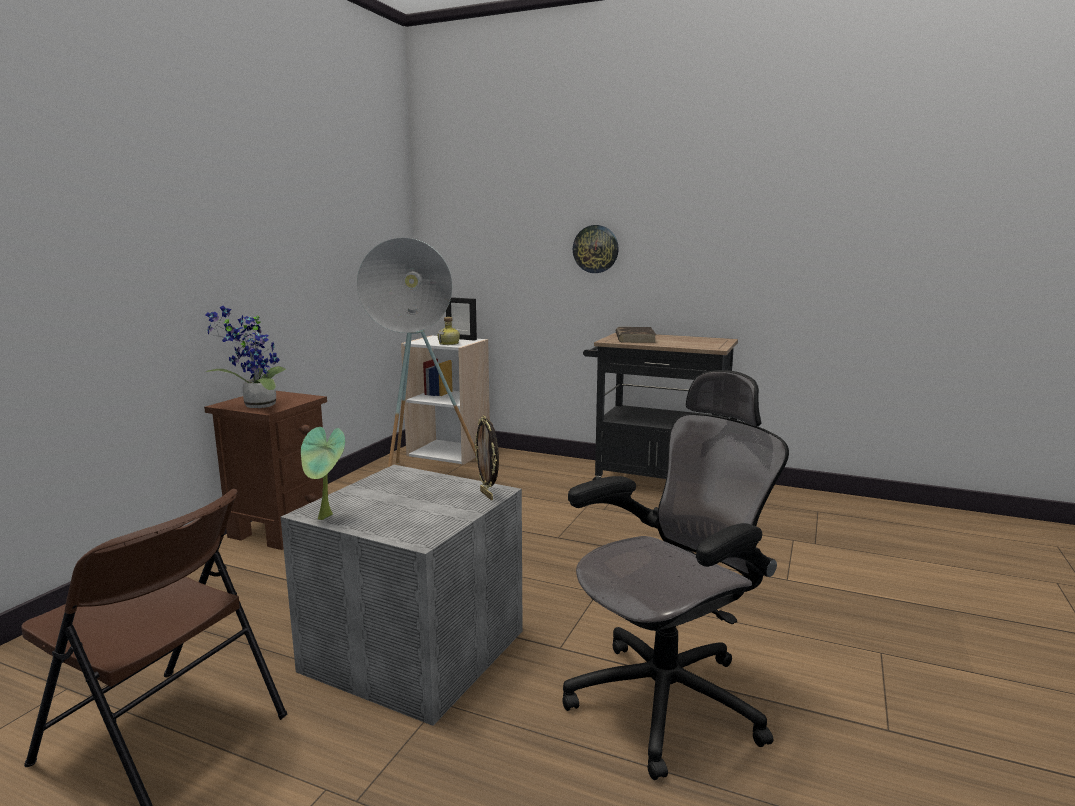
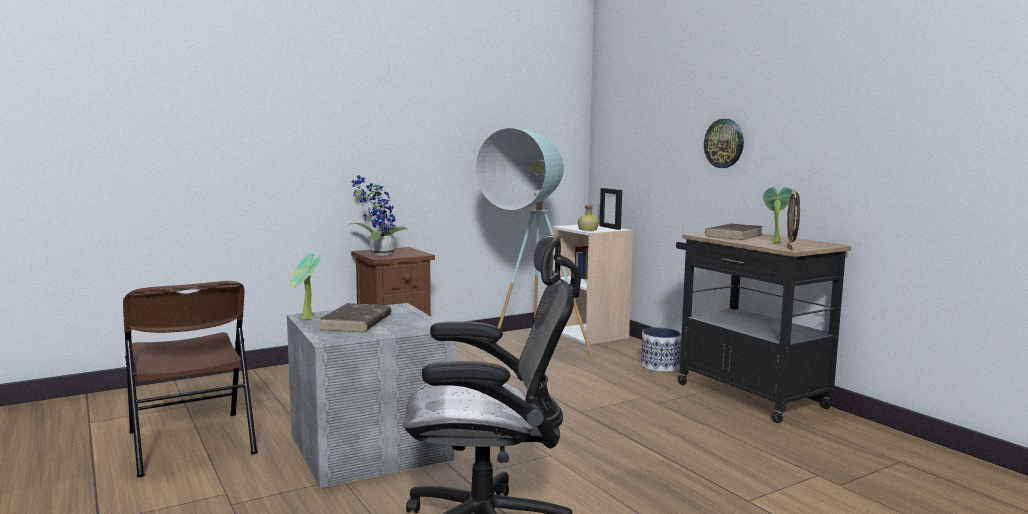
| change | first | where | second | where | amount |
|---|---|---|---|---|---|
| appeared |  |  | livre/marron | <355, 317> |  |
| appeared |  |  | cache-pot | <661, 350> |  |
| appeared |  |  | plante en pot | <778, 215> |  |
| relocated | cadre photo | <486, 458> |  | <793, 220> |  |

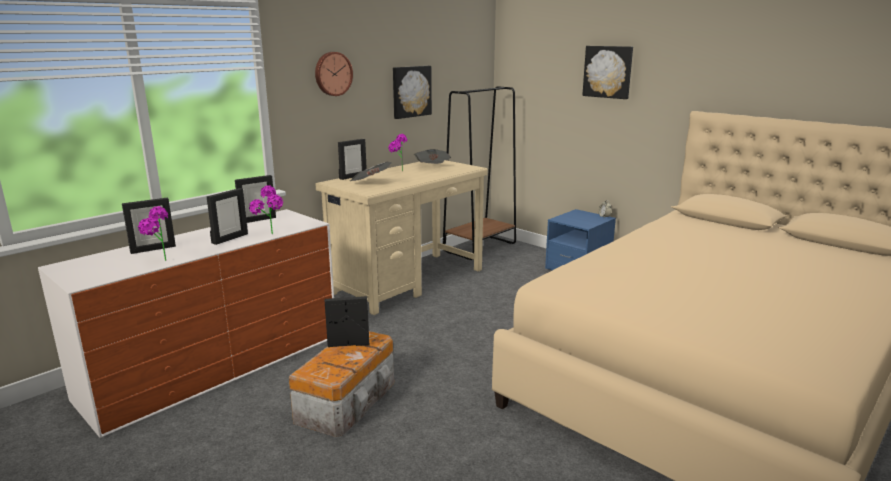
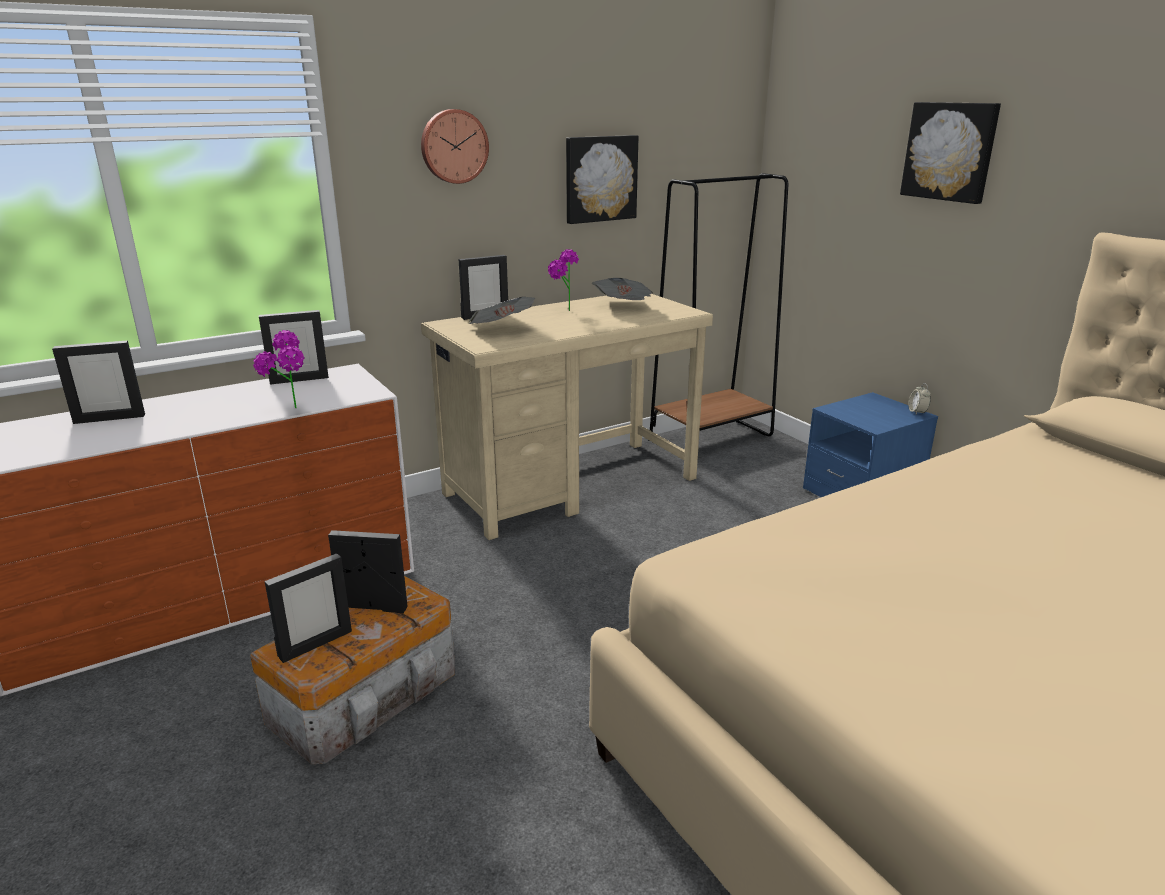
| change | first | where | second | where | amount |
|---|---|---|---|---|---|
| missing | plante en pot | <153, 233> |  |  |  |
| relocated | cadre photo | <227, 216> |  | <308, 608> |  |

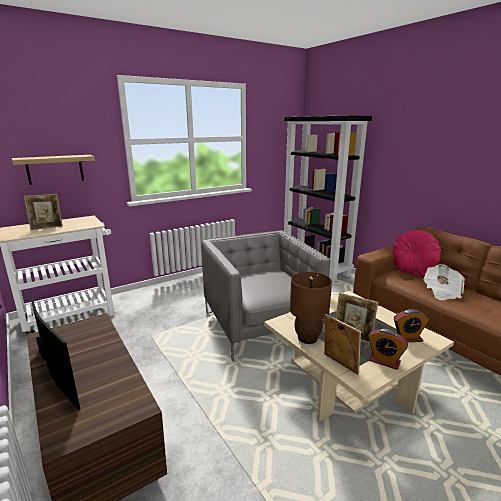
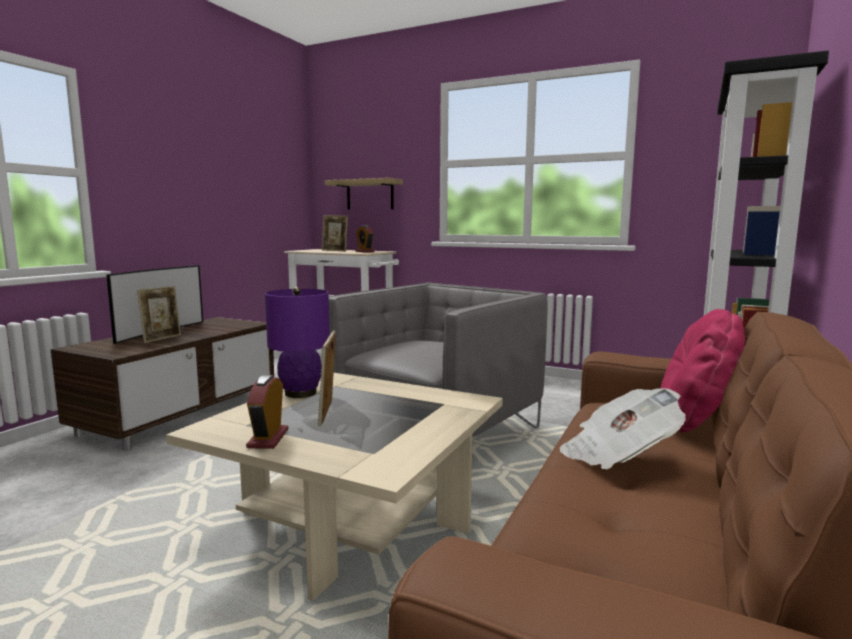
| change | first | where | second | where | amount |
|---|---|---|---|---|---|
| relocated | cadre photo | <342, 344> |  | <159, 314> |  |
| relocated | réveil | <411, 325> |  | <365, 239> |  |
| colour | lampe de table/marron | <311, 308> | lampe de table/violet | <297, 342> |  |

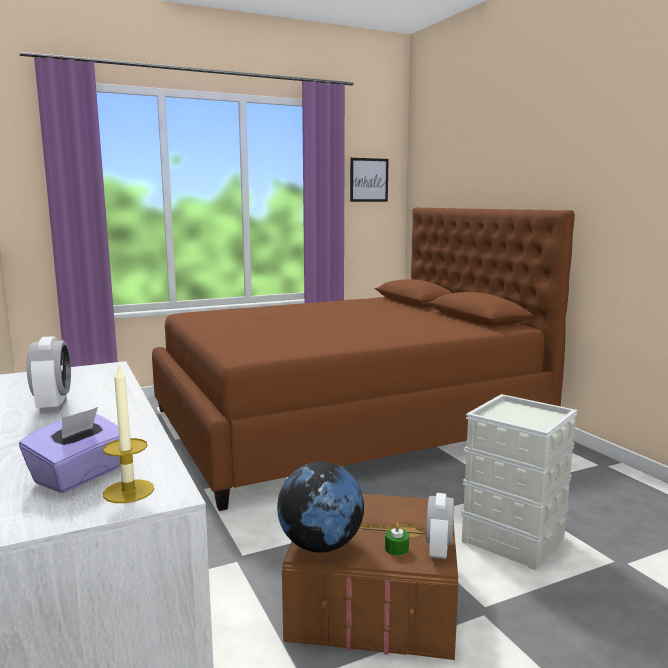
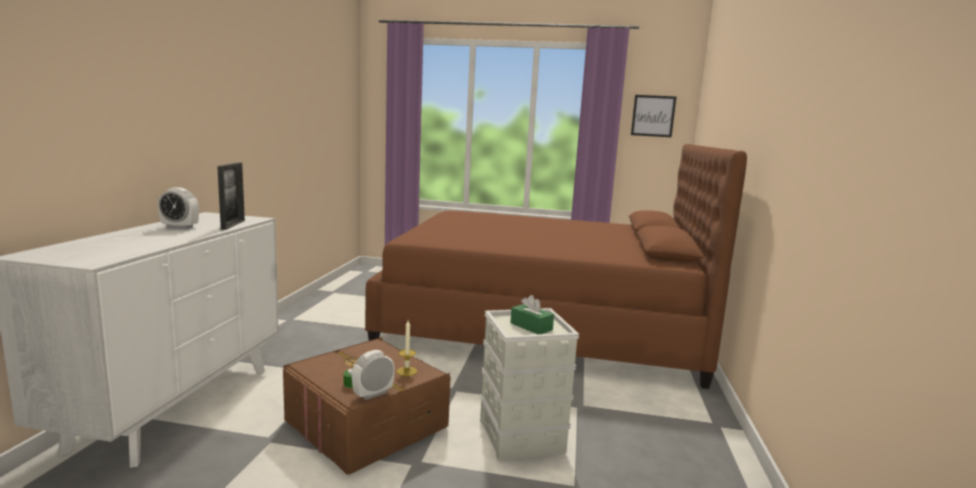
| change | first | where | second | where | amount |
|---|---|---|---|---|---|
| missing | boîte à mouchoirs/violet | <69, 450> |  |  |  |
| missing | globe | <320, 507> |  |  |  |
| appeared |  |  | cadre photo | <231, 196> |  |
| appeared |  |  | boîte à mouchoirs/vert | <532, 314> |  |
| relocated | bougie | <128, 434> |  | <407, 348> |  |
| spun | réveil | <49, 374> |  | <178, 208> | 75 degrees clockwise |

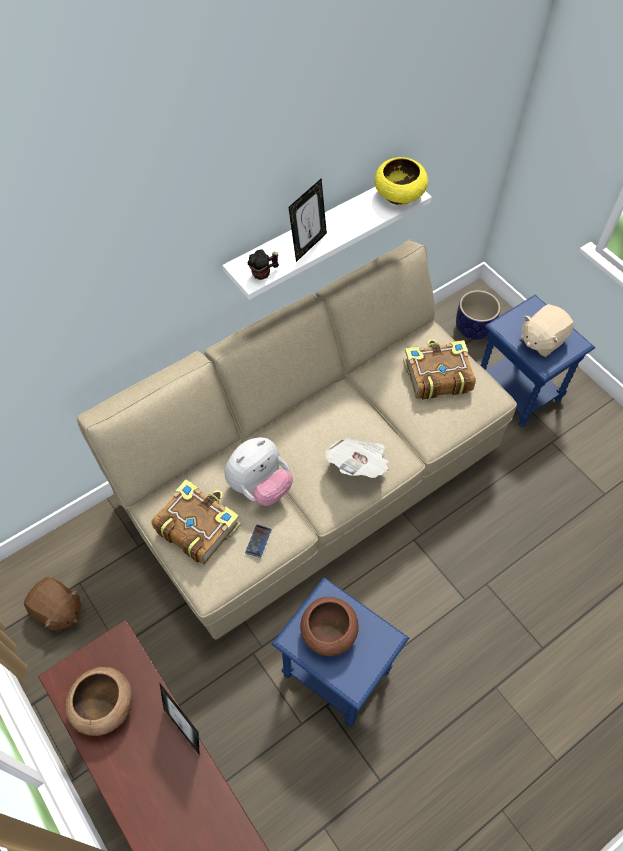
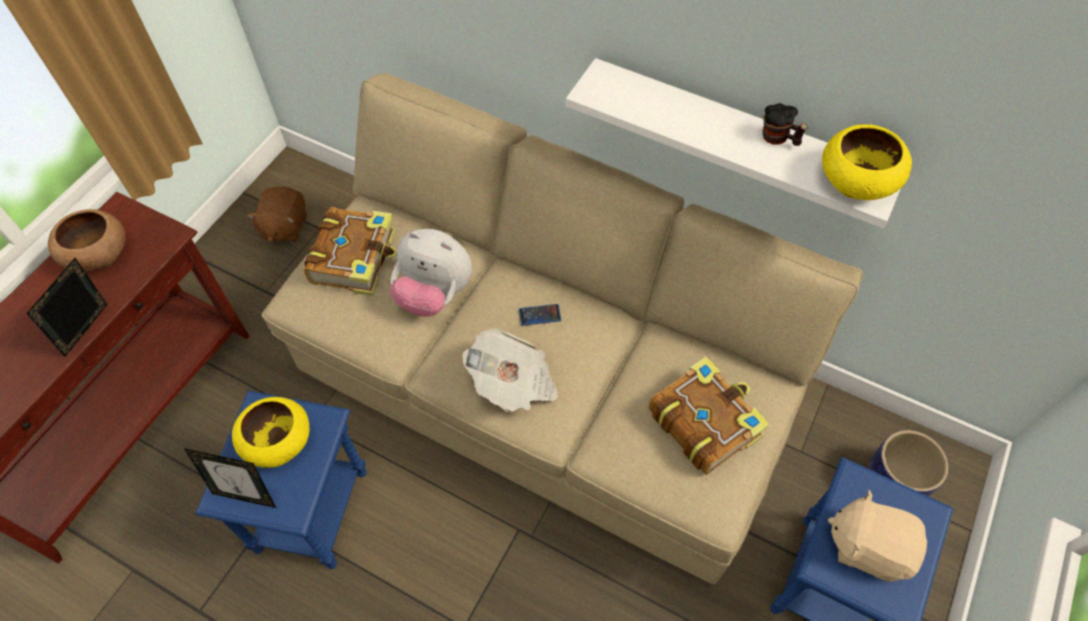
| change | first | where | second | where | amount |
|---|---|---|---|---|---|
| relocated | téléphone | <258, 541> |  | <540, 315> |  |
| relocated | mug | <263, 264> |  | <785, 124> |  |
| relocated | cadre photo | <307, 220> |  | <230, 478> |  |
| colour | bol/marron | <329, 626> | bol/jaune | <270, 432> |  |

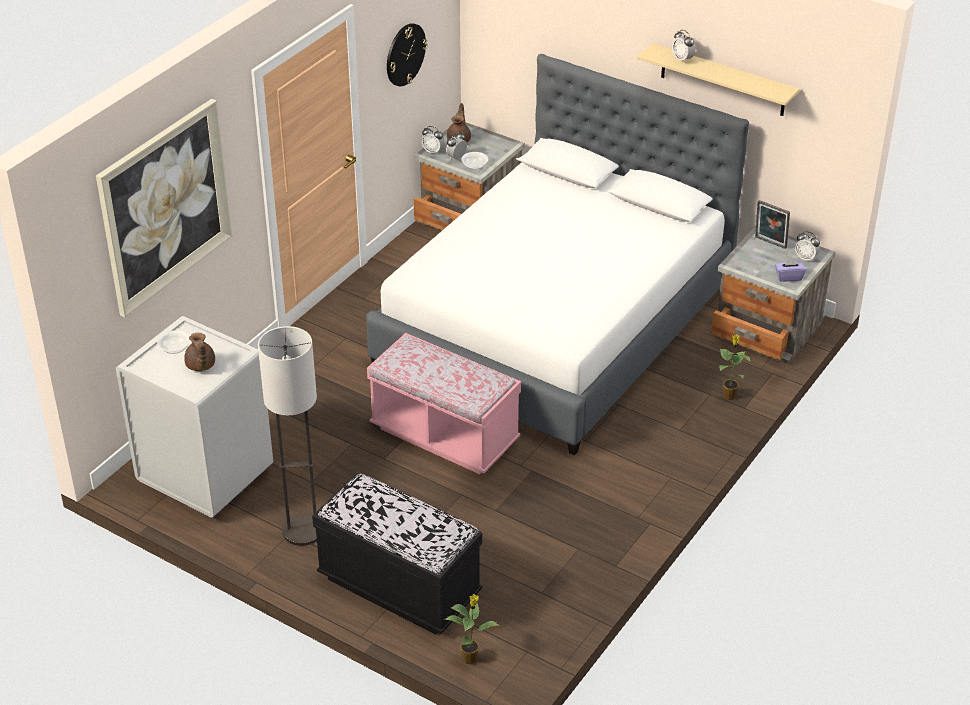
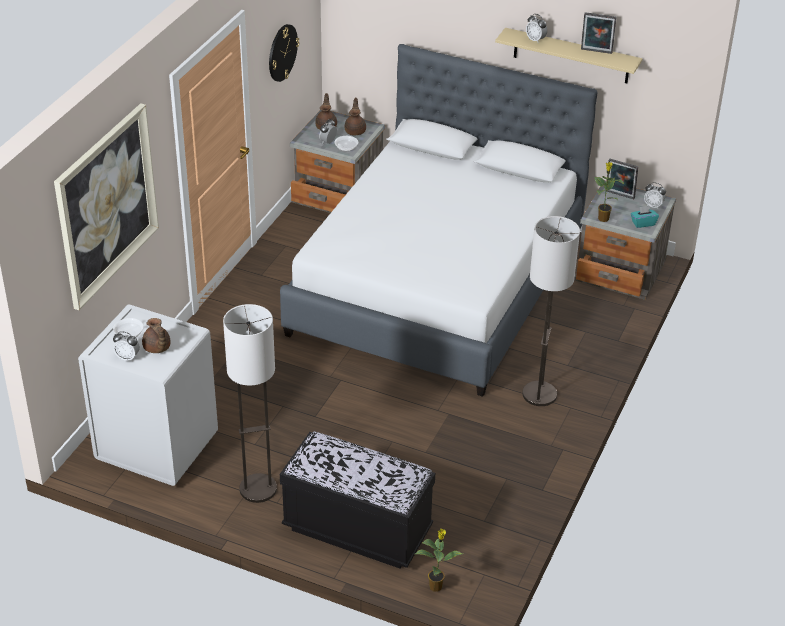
| change | first | where | second | where | amount |
|---|---|---|---|---|---|
| missing | banc/rose | <444, 403> |  |  |  |
| appeared |  |  | théière/marron | <355, 116> |  |
| appeared |  |  | lampadaire | <551, 311> |  |
| appeared |  |  | cadre photo | <598, 33> |  |
| relocated | réveil | <433, 140> |  | <126, 347> |  |
| relocated | plante en pot | <735, 367> |  | <609, 192> |  |
| colour | boîte à mouchoirs/violet | <790, 270> | boîte à mouchoirs/turquoise | <645, 217> |  |

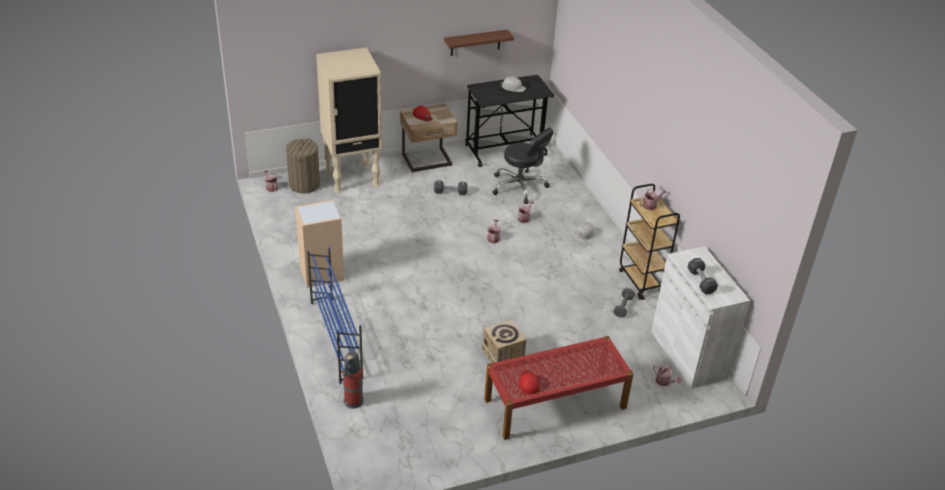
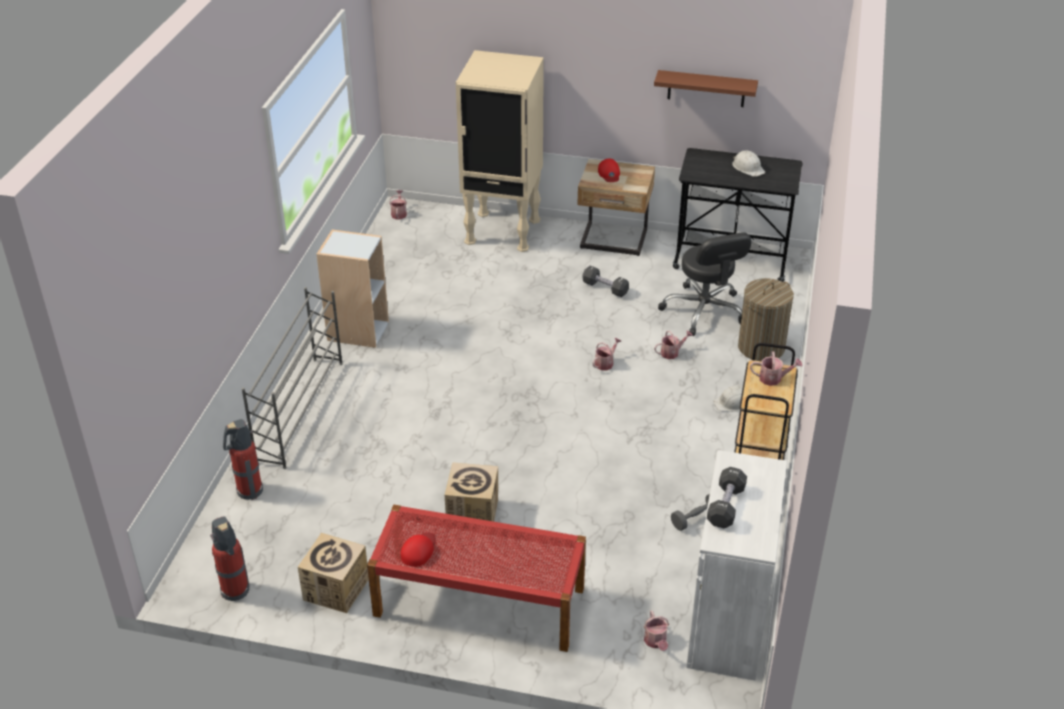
| change | first | where | second | where | amount |
|---|---|---|---|---|---|
| appeared |  |  | extincteur | <230, 559> |  |
| appeared |  |  | carton | <333, 573> |  |
| relocated | panier à linge | <303, 166> |  | <766, 319> |  |
| colour | étagère à chaussures/bleu | <335, 315> | étagère à chaussures/gris | <292, 378> |  |

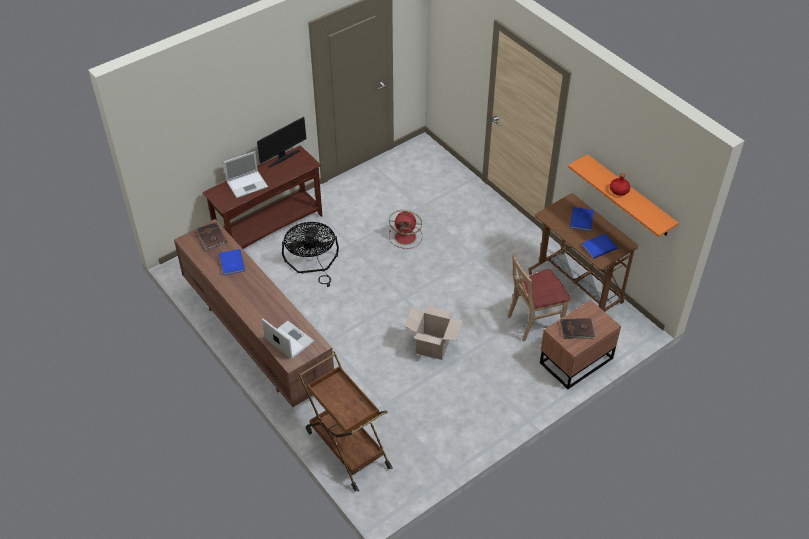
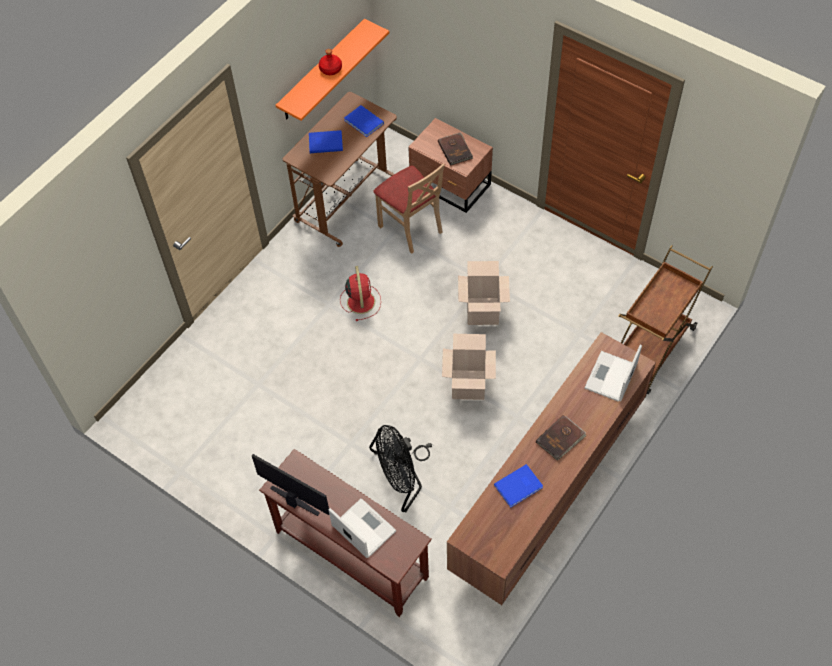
| change | first | where | second | where | amount |
|---|---|---|---|---|---|
| appeared |  |  | carton | <469, 367> |  |
| relocated | livre/marron | <211, 236> |  | <561, 438> |  |
| relocated | ventilateur/rouge | <405, 229> |  | <360, 293> |  |

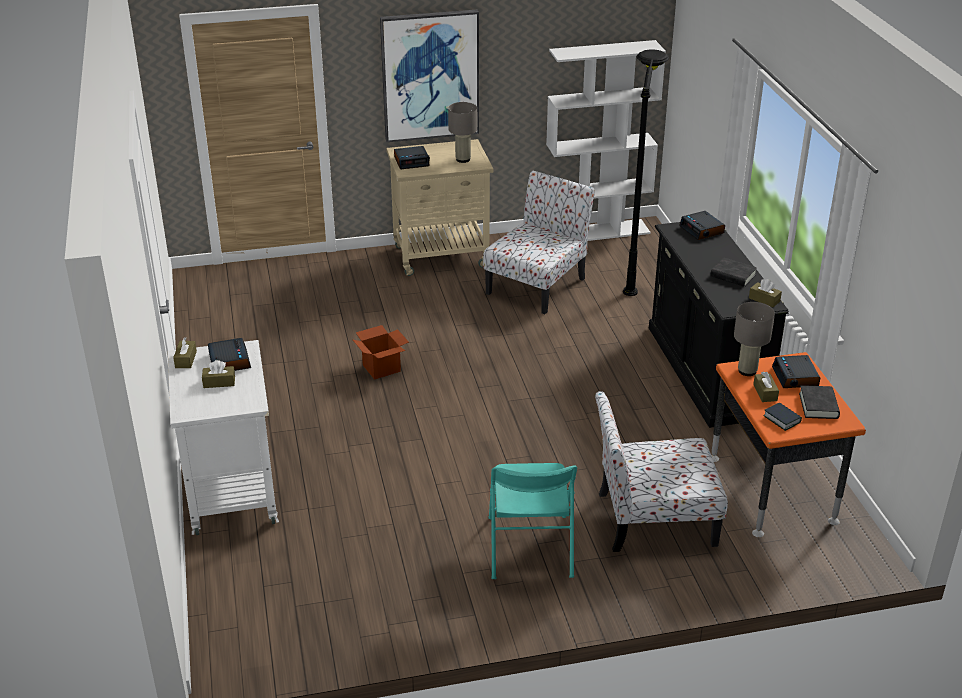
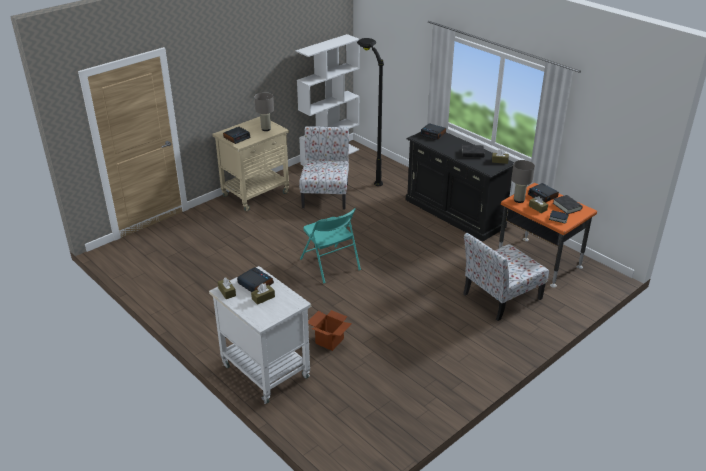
| change | first | where | second | where | amount |
|---|---|---|---|---|---|
| missing | tableau | <429, 76> |  |  |  |
| relocated | carton | <380, 352> |  | <330, 330> |  |
| relocated | chaise/turquoise | <532, 521> |  | <330, 246> |  |

